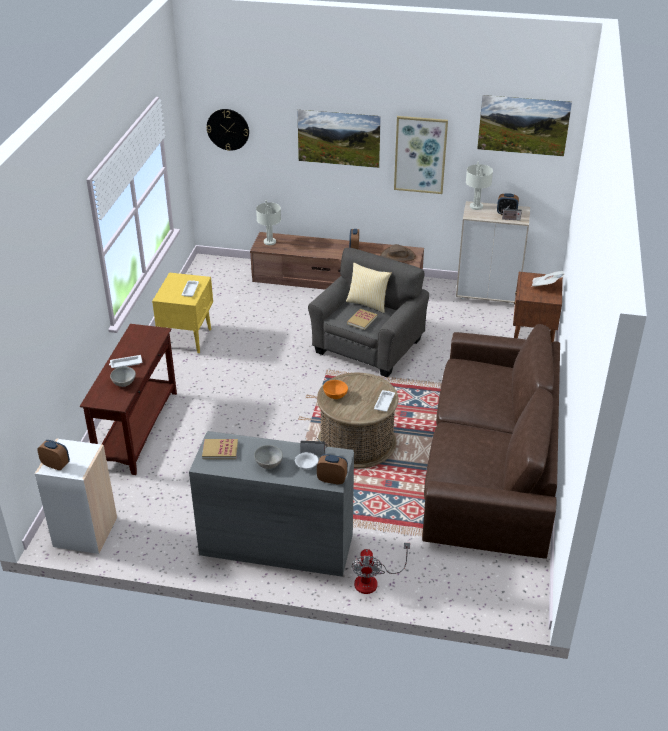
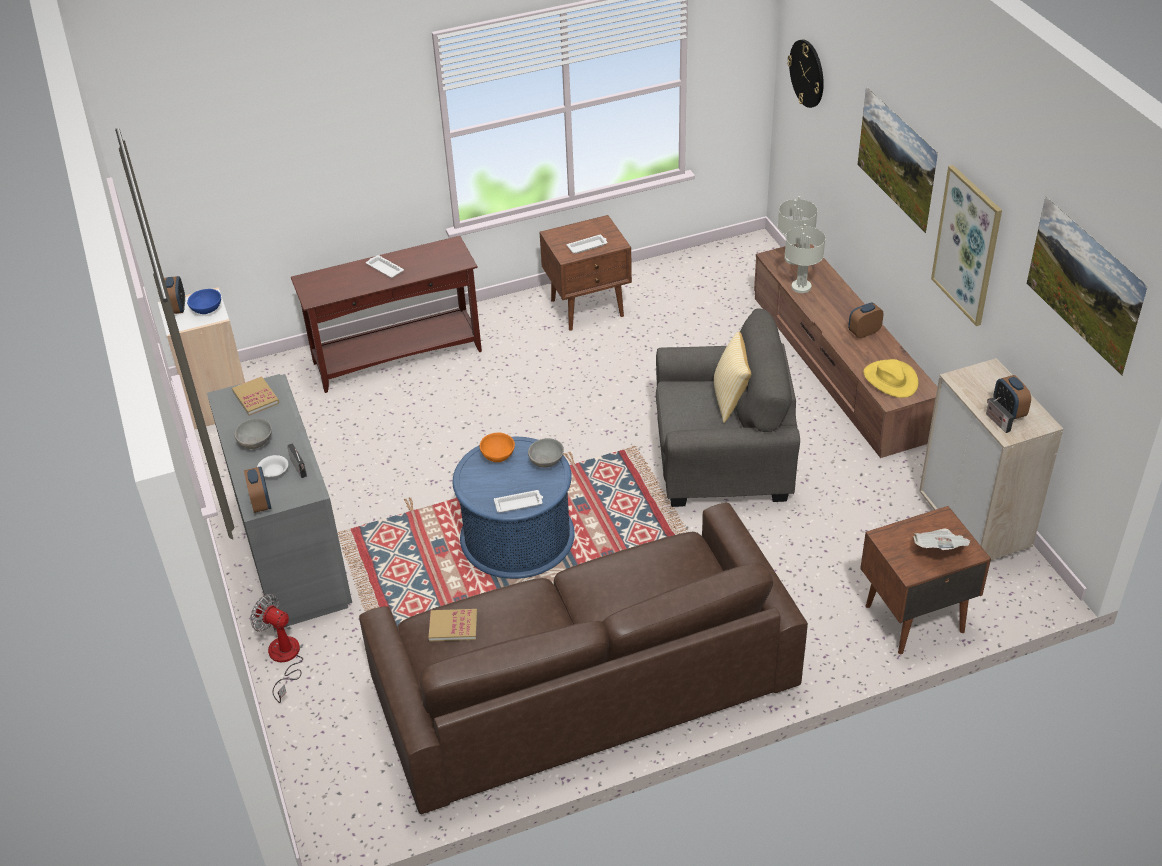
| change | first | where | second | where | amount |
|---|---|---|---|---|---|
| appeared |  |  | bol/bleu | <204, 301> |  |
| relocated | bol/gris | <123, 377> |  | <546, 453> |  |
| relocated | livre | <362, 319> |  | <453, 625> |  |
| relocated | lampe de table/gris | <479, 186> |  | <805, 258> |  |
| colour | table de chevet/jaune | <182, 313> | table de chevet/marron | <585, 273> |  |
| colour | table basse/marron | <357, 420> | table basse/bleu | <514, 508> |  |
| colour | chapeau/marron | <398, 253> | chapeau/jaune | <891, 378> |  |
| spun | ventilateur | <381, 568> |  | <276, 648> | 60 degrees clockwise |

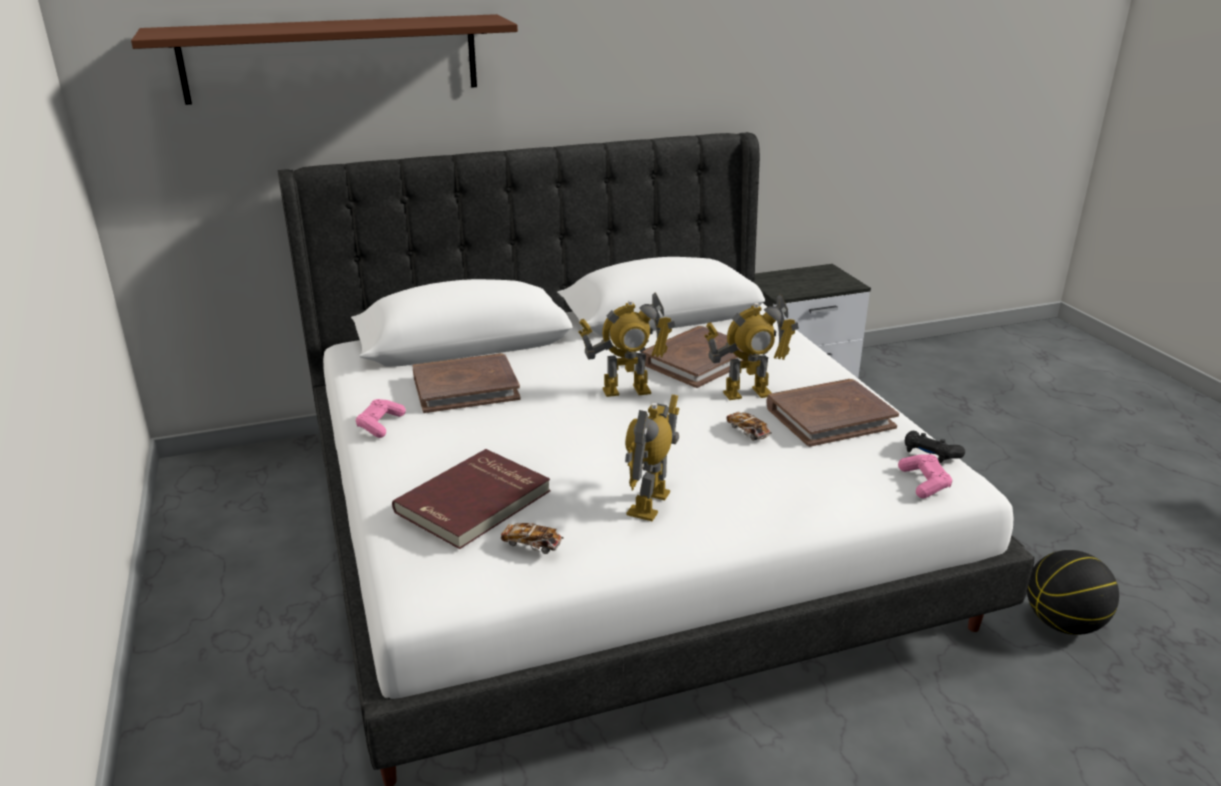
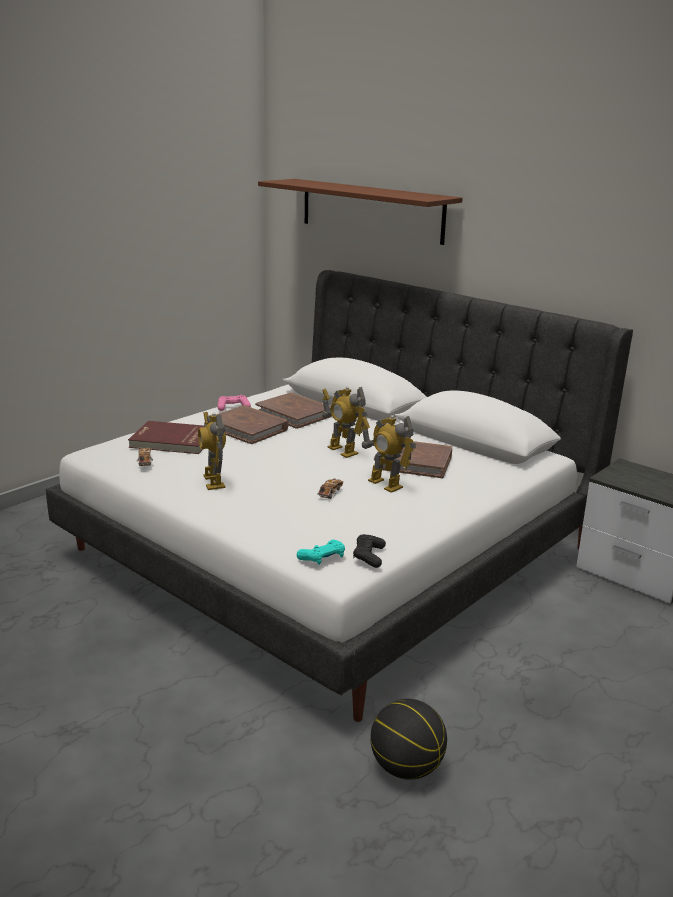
| change | first | where | second | where | amount |
|---|---|---|---|---|---|
| relocated | livre/marron | <832, 413> |  | <252, 424> |  |
| colour | manette/rose | <925, 476> | manette/turquoise | <321, 552> |  |
| spun | robot jouet | <652, 458> |  | <212, 451> | 105 degrees counterclockwise |

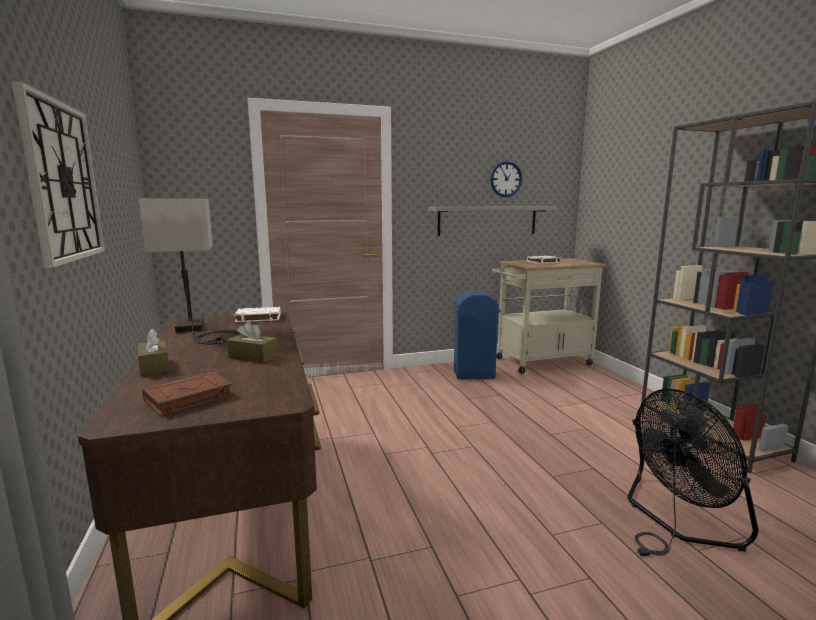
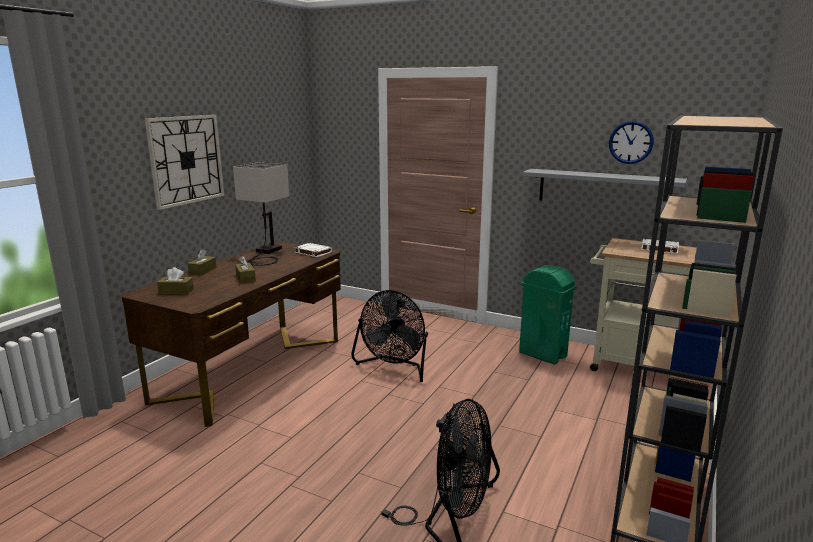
| change | first | where | second | where | amount |
|---|---|---|---|---|---|
| appeared |  |  | ventilateur/noir | <389, 336> |  |
| exchanged | livre/marron | <188, 394> | boîte à mouchoirs/marron | <175, 280> |  |
| colour | poubelle/bleu | <477, 335> | poubelle/vert | <547, 315> |  |

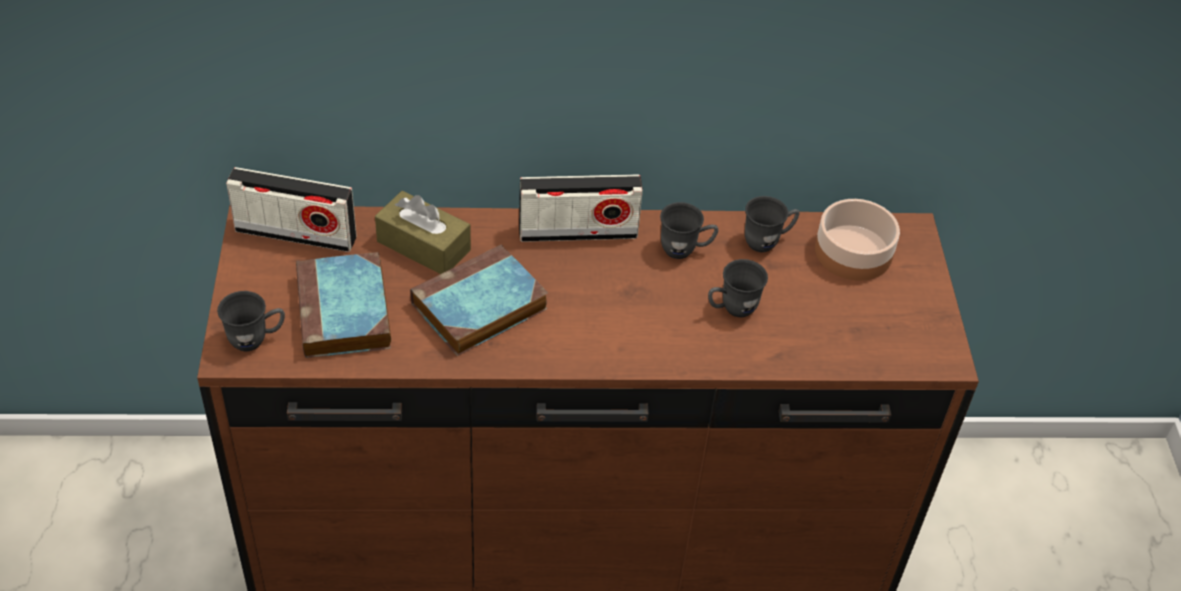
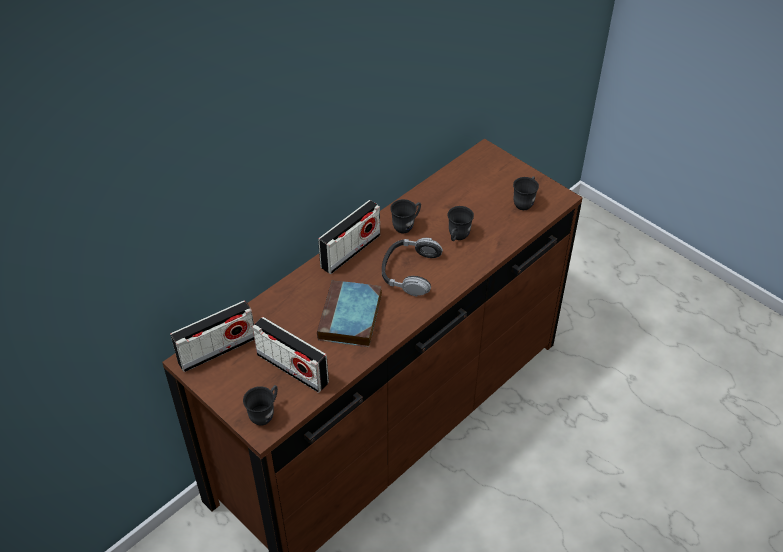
| change | first | where | second | where | amount |
|---|---|---|---|---|---|
| missing | boîte à mouchoirs/marron | <423, 232> |  |  |  |
| missing | bol | <857, 240> |  |  |  |
| appeared |  |  | casque audio | <412, 267> |  |
| relocated | mug/gris | <772, 224> |  | <526, 193> |  |
| exchanged | livre | <343, 305> | radio | <290, 355> |  |

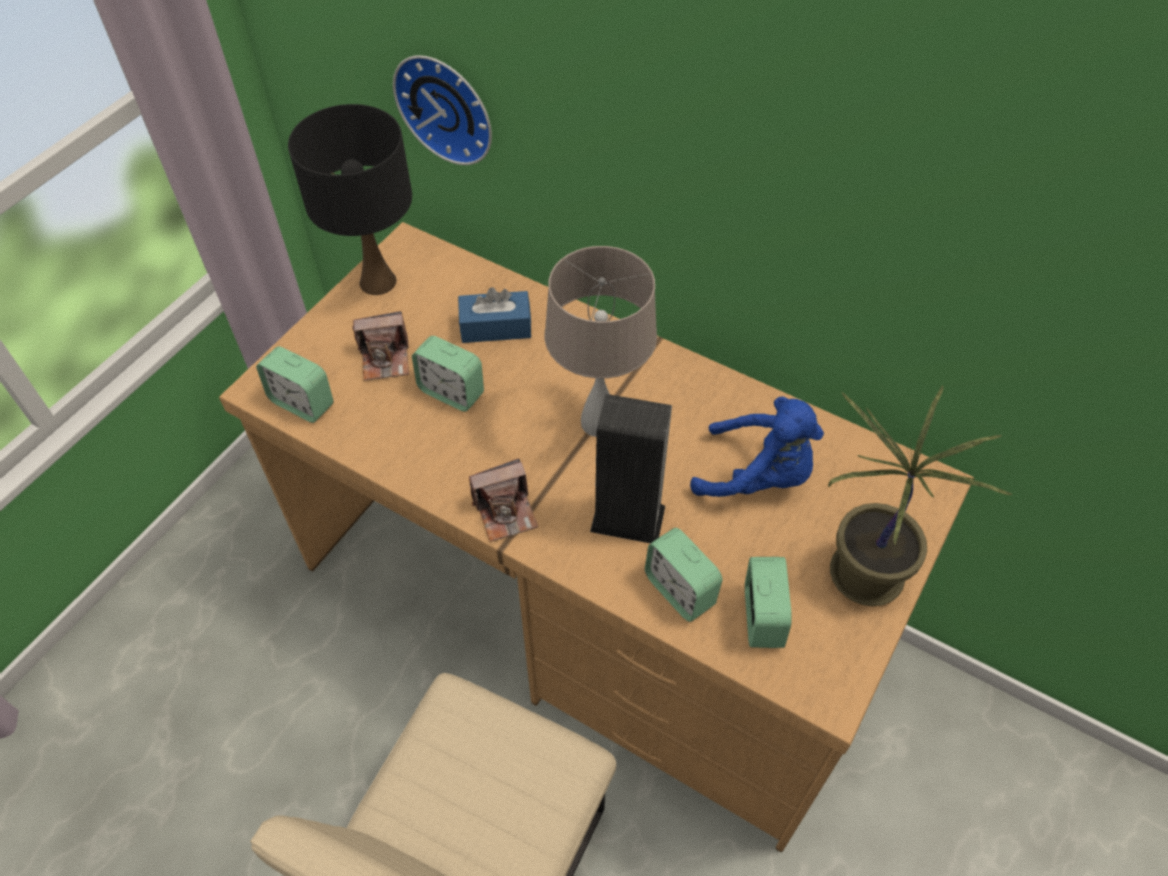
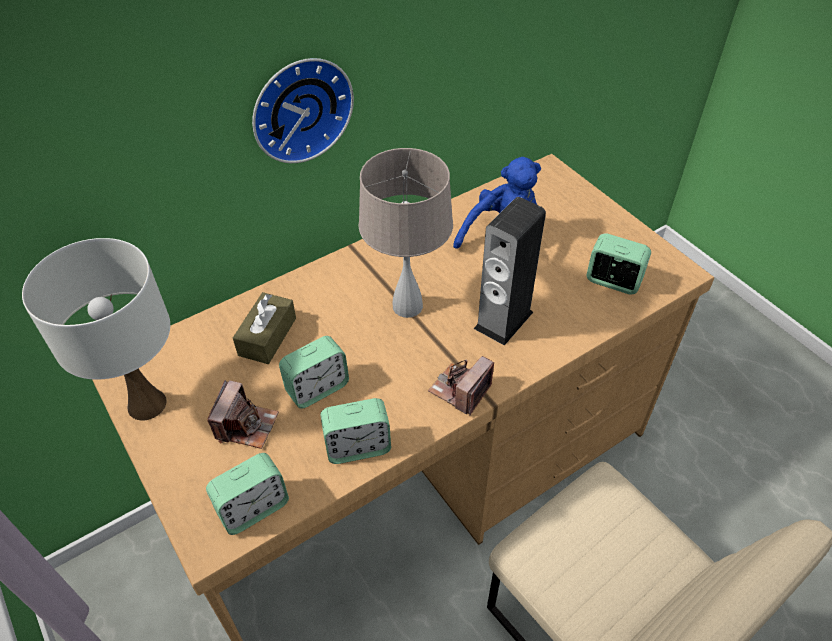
| change | first | where | second | where | amount |
|---|---|---|---|---|---|
| missing | plante en pot | <920, 496> |  |  |  |
| relocated | horloge murale | <442, 110> |  | <303, 110> |  |
| relocated | réveil | <684, 575> |  | <355, 431> |  |
| colour | lampe de table/noir | <350, 199> | lampe de table/blanc | <96, 329> |  |
| colour | boîte à mouchoirs/bleu | <495, 315> | boîte à mouchoirs/marron | <264, 328> |  |
| spun | appareil photo | <503, 500> |  | <461, 386> | 150 degrees counterclockwise |

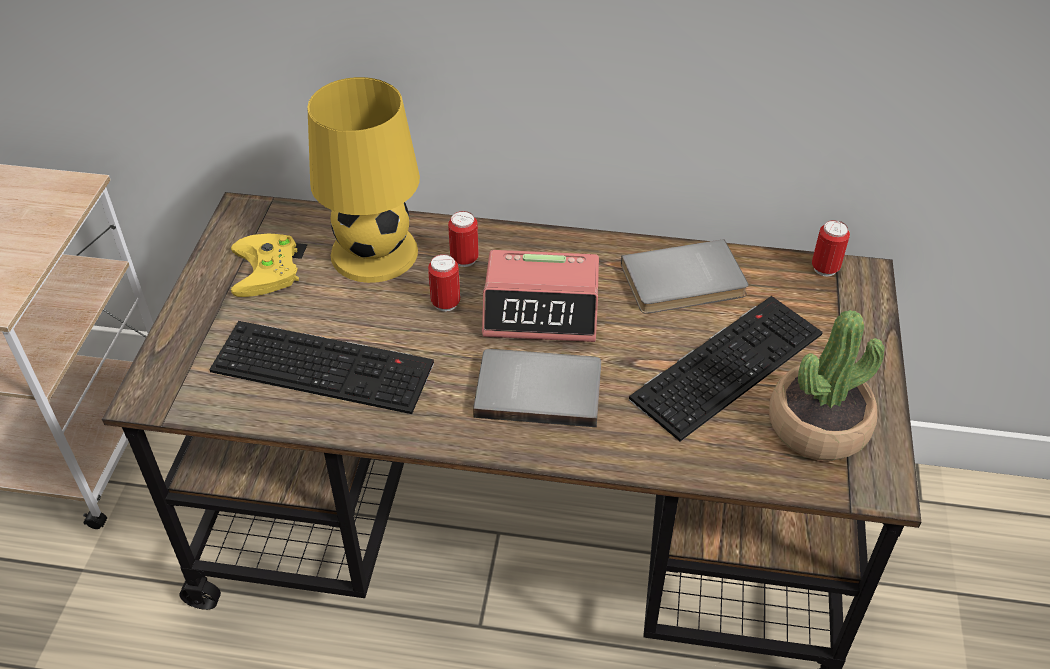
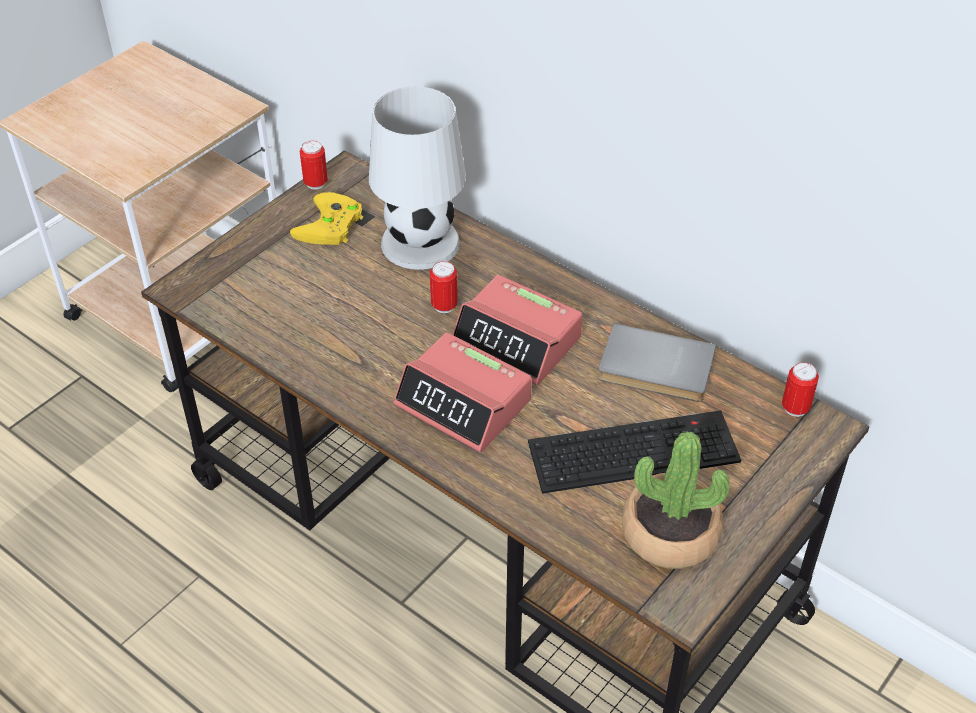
| change | first | where | second | where | amount |
|---|---|---|---|---|---|
| missing | clavier | <321, 367> |  |  |  |
| relocated | boîte métallique | <463, 239> |  | <314, 165> |  |
| exchanged | livre/gris | <537, 388> | réveil | <462, 392> |  |
| colour | lampe de table/jaune | <363, 180> | lampe de table/blanc | <417, 178> |  |

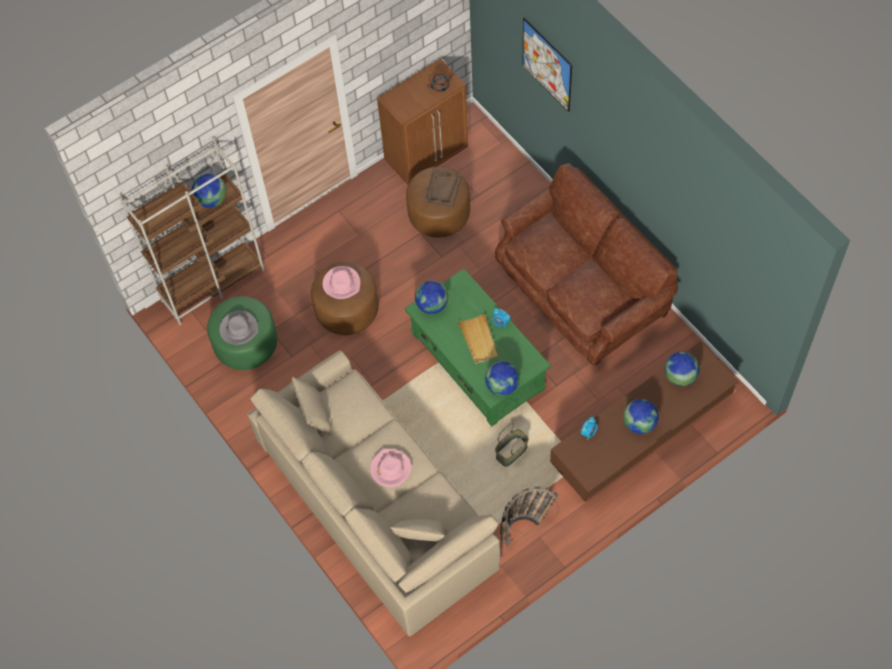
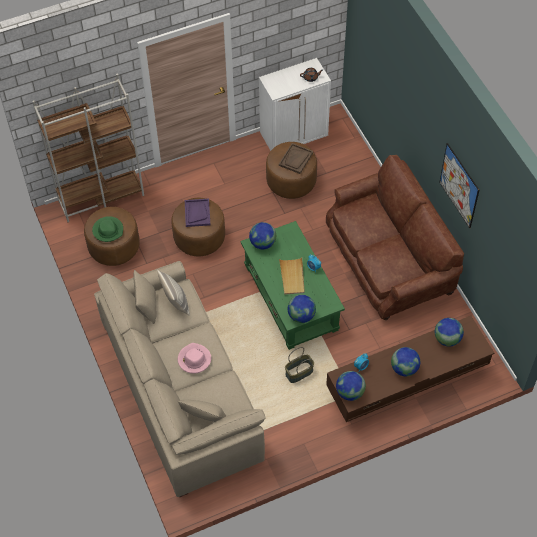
| change | first | where | second | where | amount |
|---|---|---|---|---|---|
| missing | panier | <529, 516> |  |  |  |
| appeared |  |  | coussin | <173, 292> |  |
| relocated | globe | <209, 190> |  | <351, 386> |  |
| relocated | tableau | <547, 65> |  | <459, 185> |  |
| exchanged | chapeau/rose | <341, 282> | plateau/violet | <198, 212> |  |
| colour | pouf/vert | <242, 333> | pouf/marron | <112, 236> |  |
| colour | chapeau/gris | <238, 328> | chapeau/vert | <107, 229> |  |
| colour | meuble de rangement/marron | <422, 121> | meuble de rangement/blanc | <295, 104> |  |

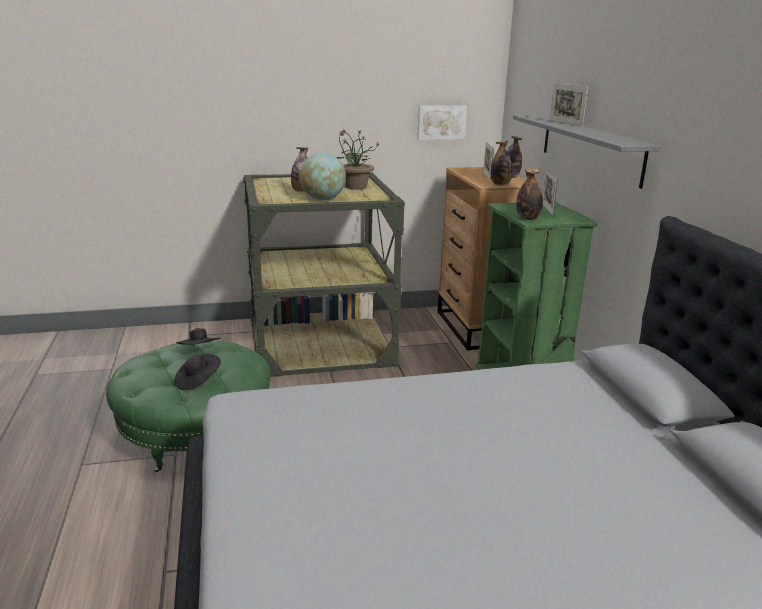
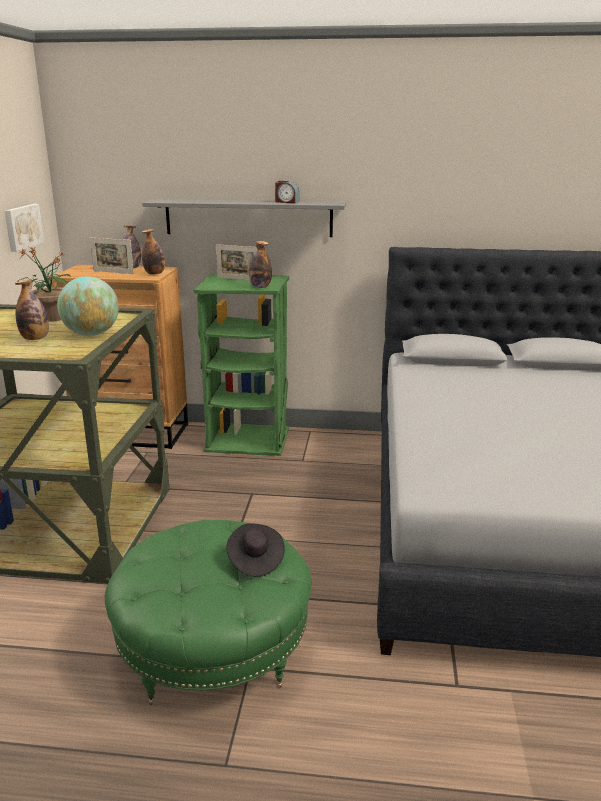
| change | first | where | second | where | amount |
|---|---|---|---|---|---|
| missing | chapeau/noir | <198, 336> |  |  |  |
| missing | cadre photo | <569, 104> |  |  |  |
| appeared |  |  | réveil | <287, 192> |  |

